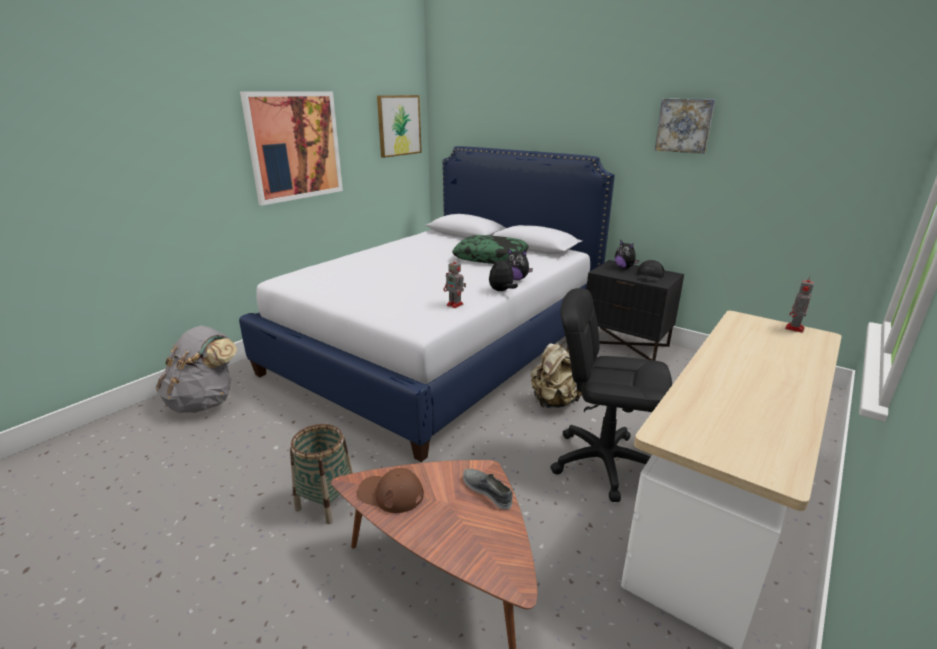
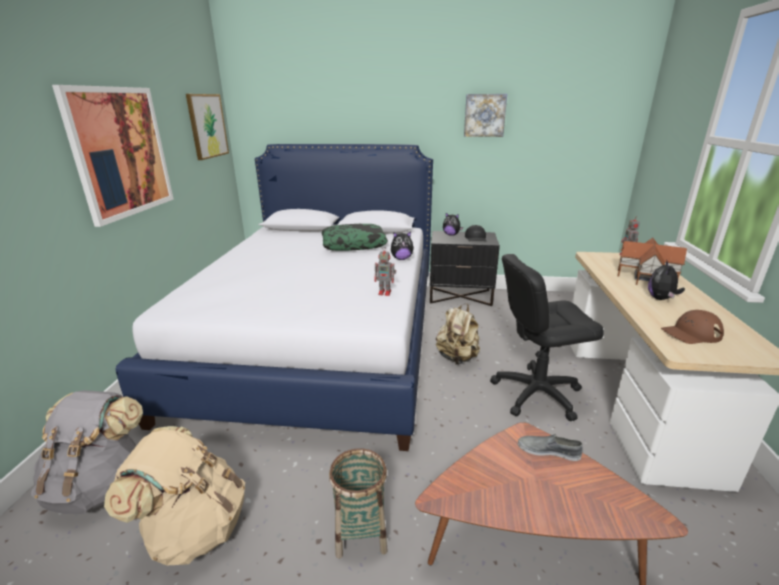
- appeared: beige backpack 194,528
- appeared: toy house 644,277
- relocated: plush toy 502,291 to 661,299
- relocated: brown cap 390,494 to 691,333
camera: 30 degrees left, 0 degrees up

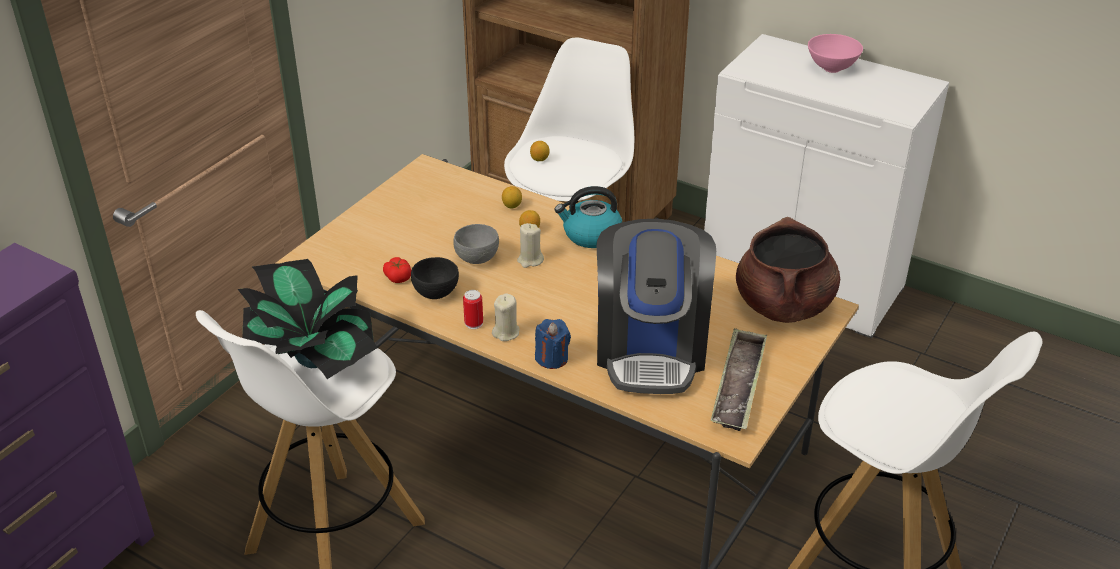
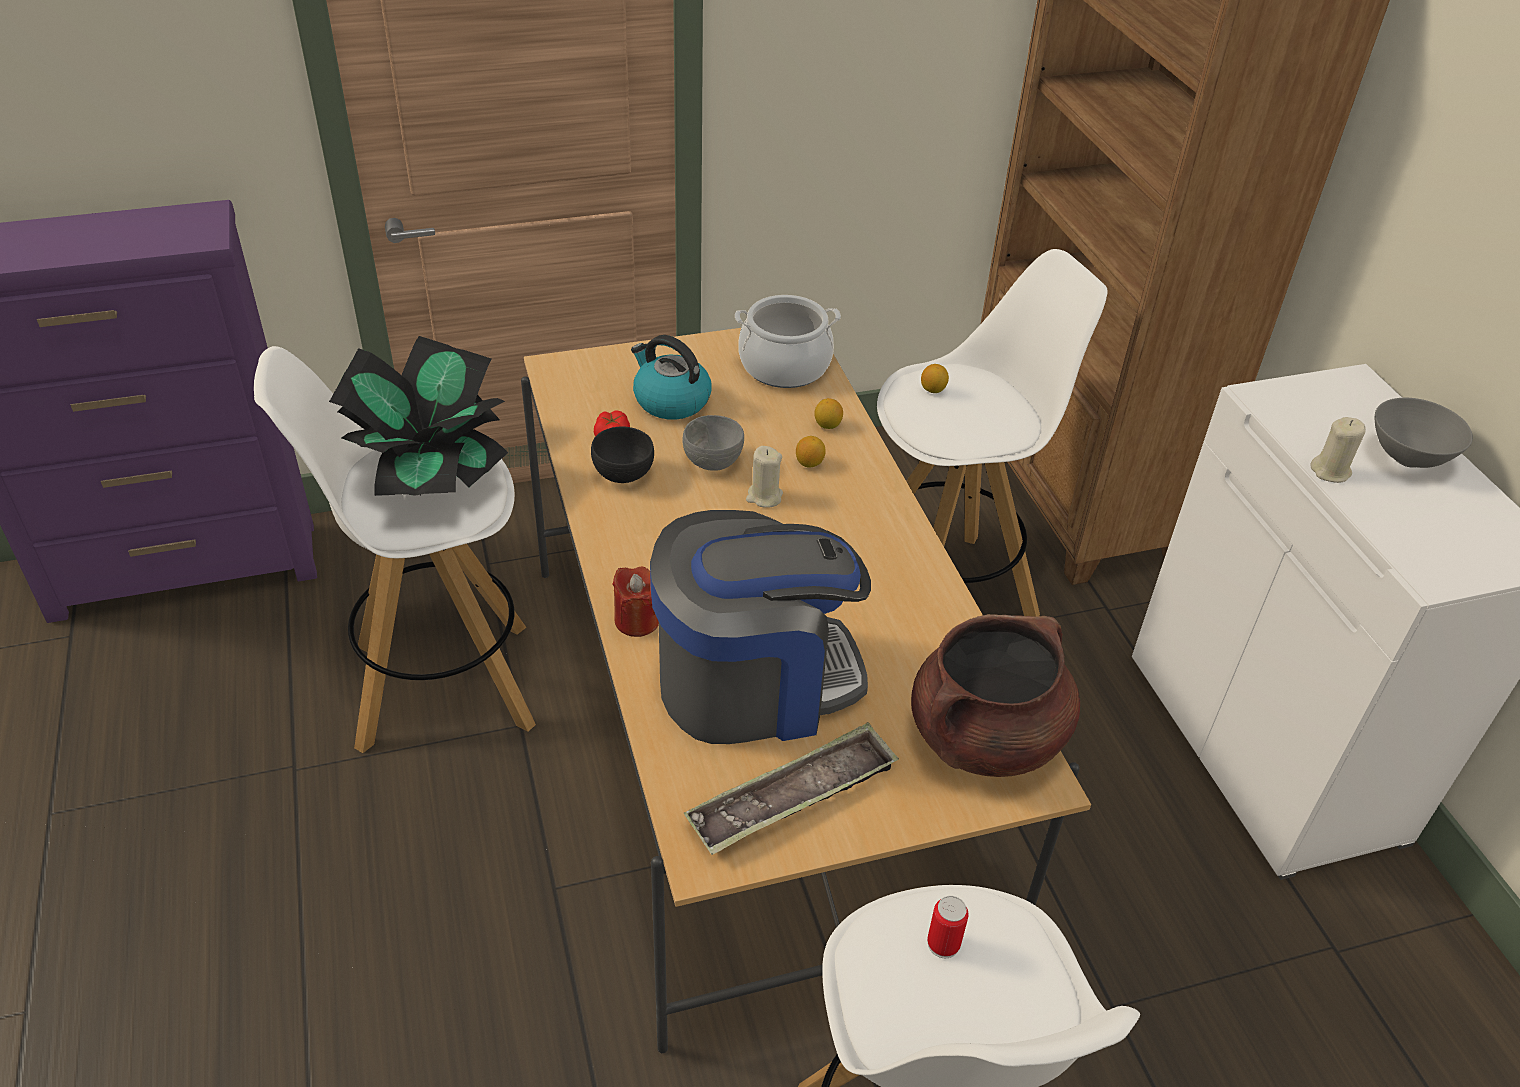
- colour: blue candle 552,358 to red candle 637,620
- relocated: kettle 591,235 to 670,401
- spun: coffee machine 651,349 = 754,682 150 degrees counterclockwise
- appeared: cooking pot 785,366
- relocated: can 474,323 to 943,944
- relocated: beige candle 506,332 to 1330,471
- colour: pink bowl 831,68 to grey bowl 1406,458
camera: 40 degrees right, 5 degrees up

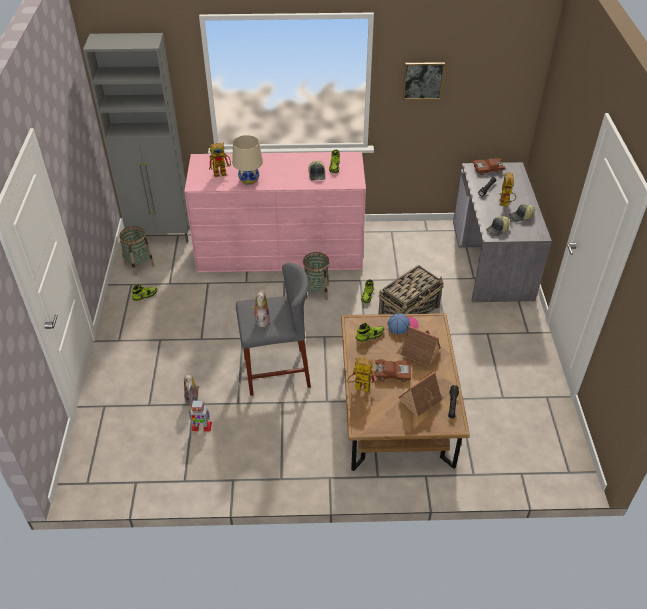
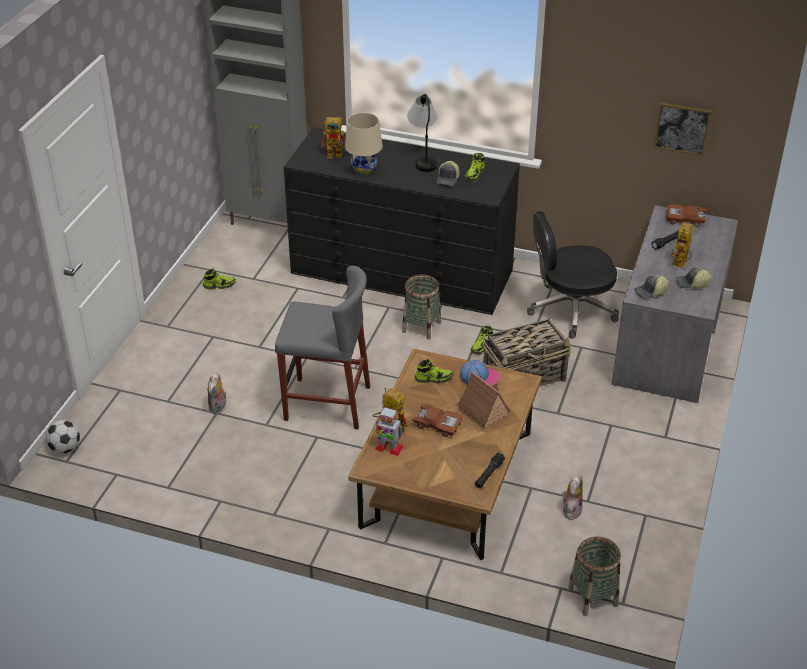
- appeared: football 65,448
- colour: pink dresser 280,251 to black dresser 402,272
- relocated: toy robot 201,426 to 388,447
- appeared: table lamp 423,158
- appeared: black office chair 570,310
- relocated: plush toy 261,320 to 571,510
- relocated: basket 139,265 to 592,596
- relocated: picture 423,80 to 682,128
- missing: toy house 421,399
camera: 20 degrees right, 5 degrees down

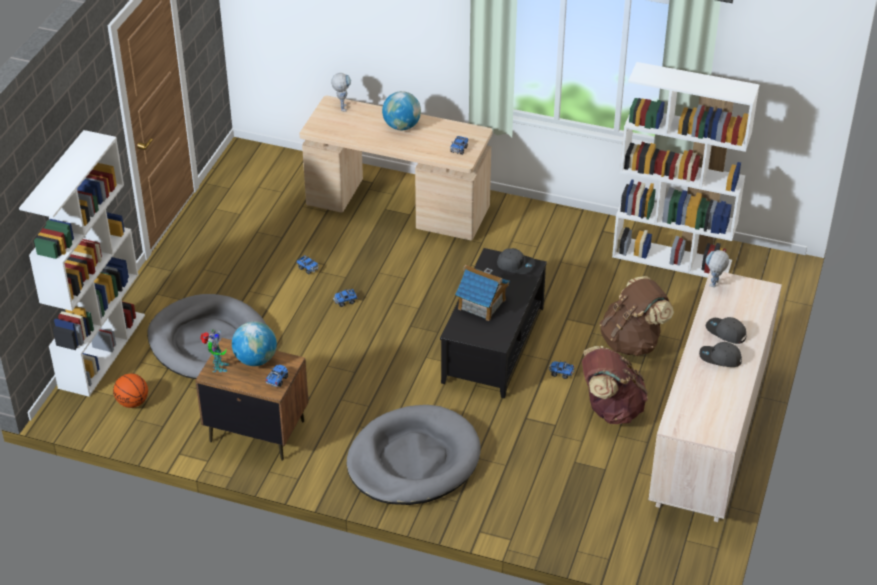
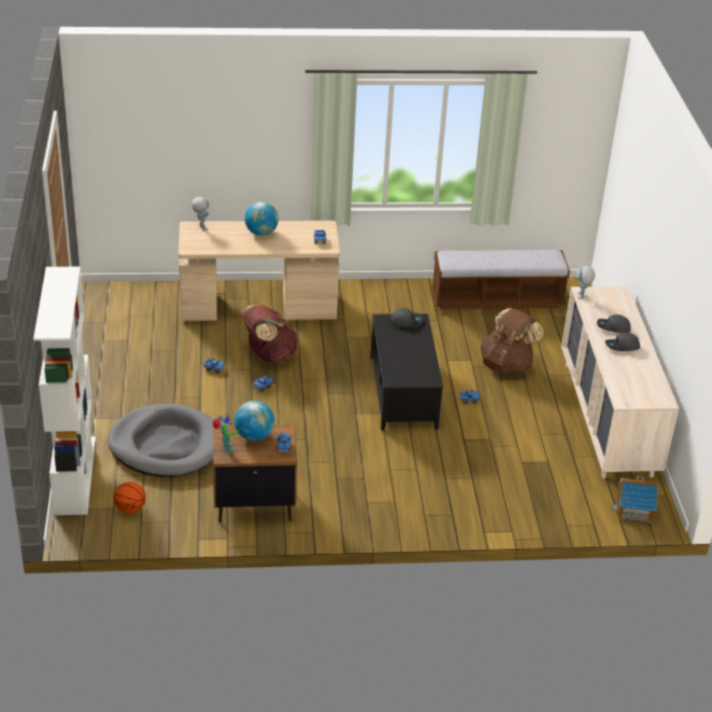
- relocated: brown backpack 610,409 to 269,355
- exchanged: white bookcase 672,259 to bench 497,299
- relocated: toy house 482,304 to 634,510
- missing: grey dog bed 413,460
camera: 25 degrees left, 5 degrees down

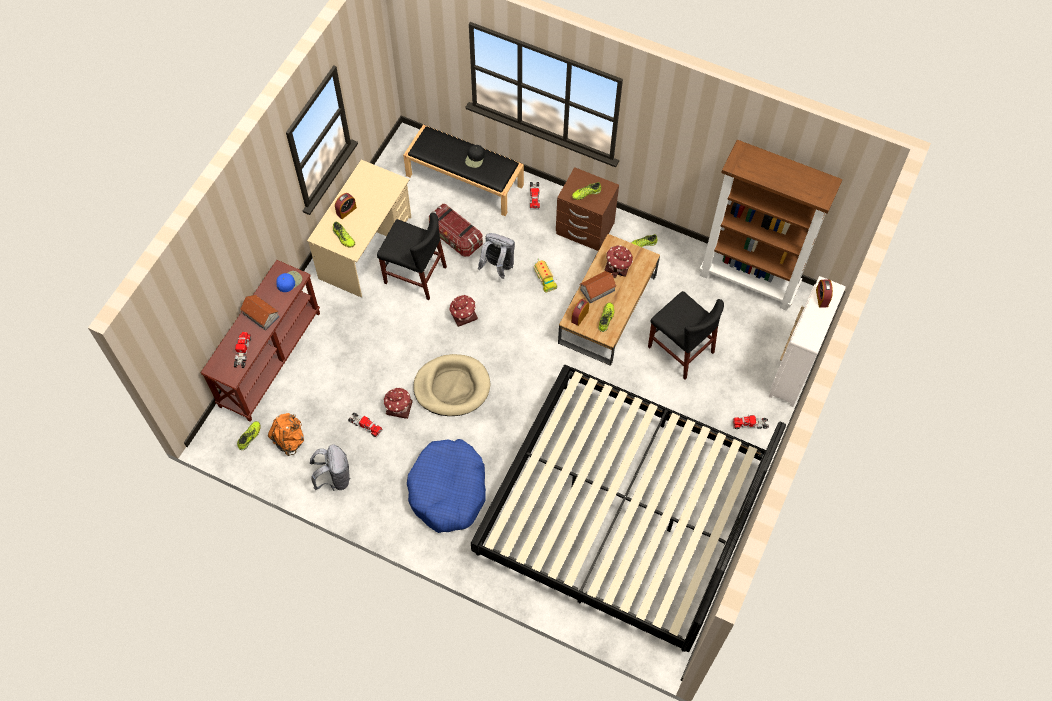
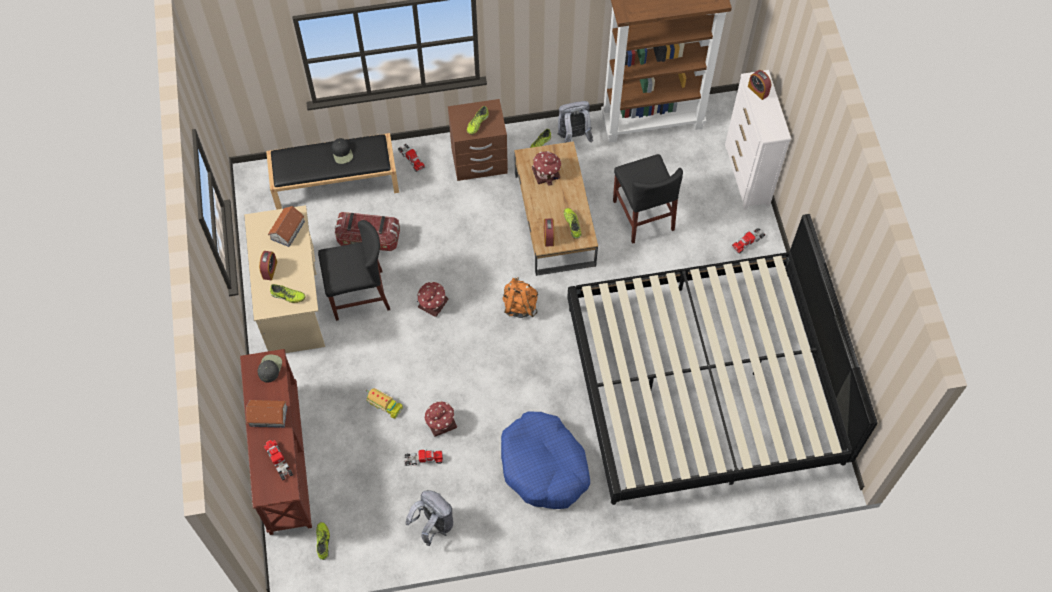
- colour: blue cap 289,281 to black cap 269,368
- relocated: toy house 597,290 to 288,230
- relocated: toy truck 544,278 to 384,405
- relocated: orange backpack 289,439 to 519,305
- relocated: grey backpack 498,267 to 573,137
- spun: black chair 680,349 = 643,215 60 degrees clockwise
- missing: beige dog bed 452,387
camera: 35 degrees left, 0 degrees up

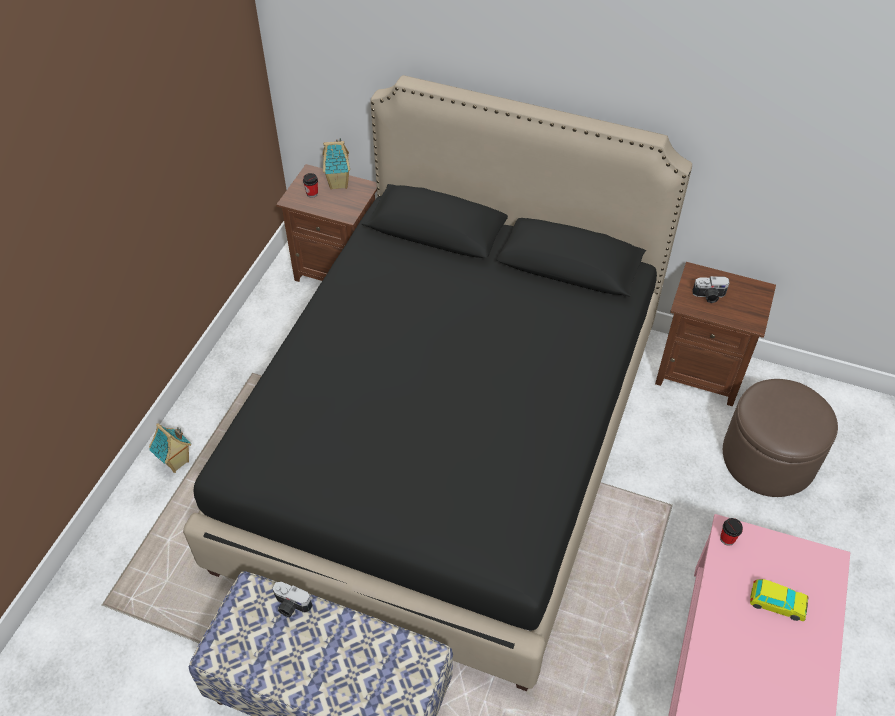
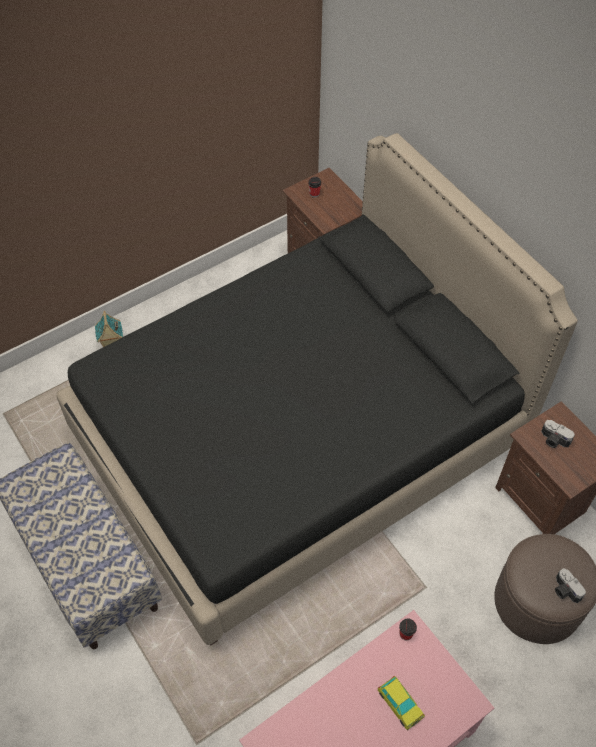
- relocated: photo camera 291,606 to 564,591
- missing: toy house 339,183
camera: 35 degrees right, 5 degrees up

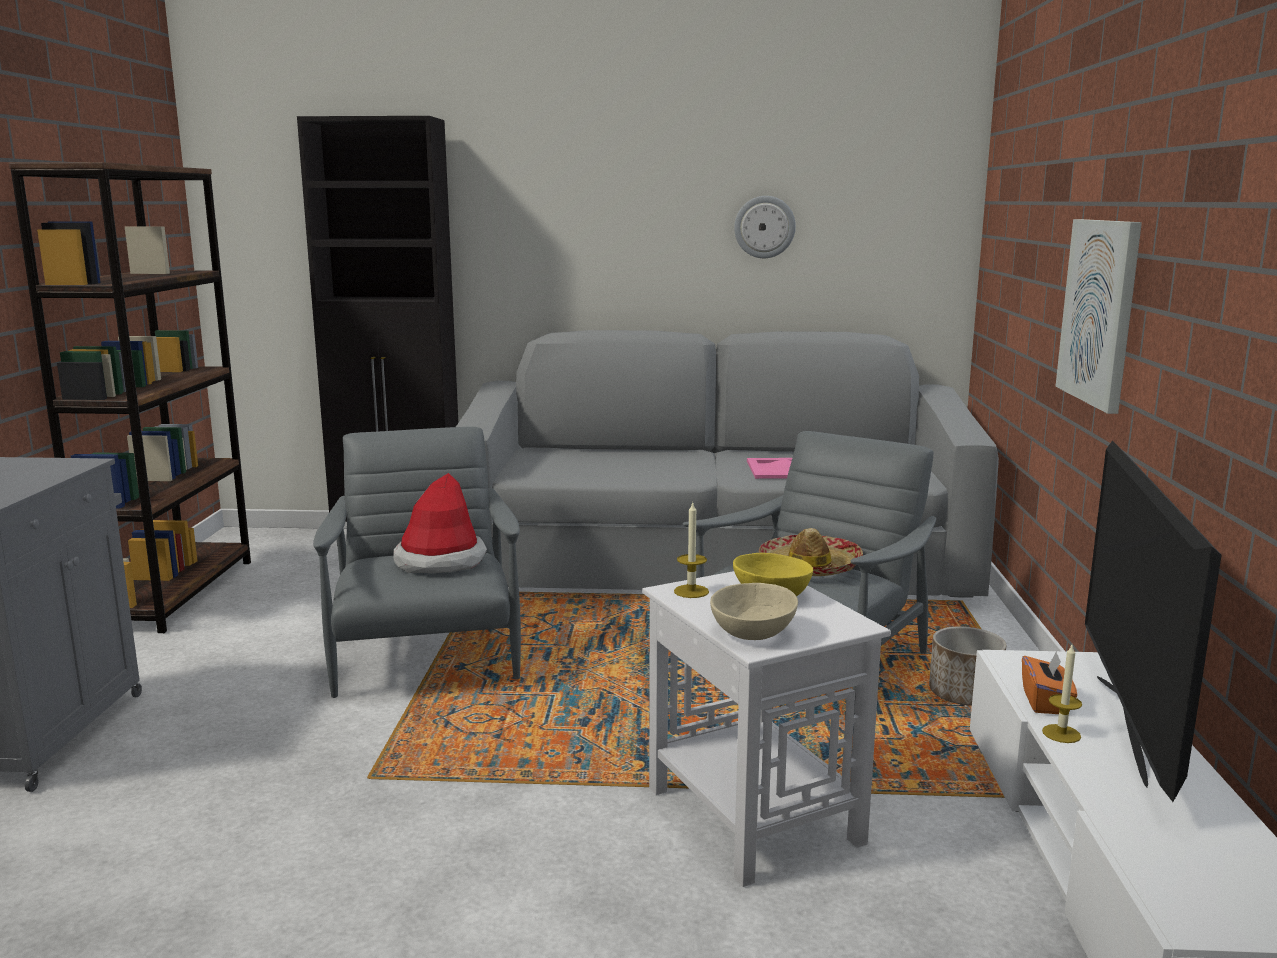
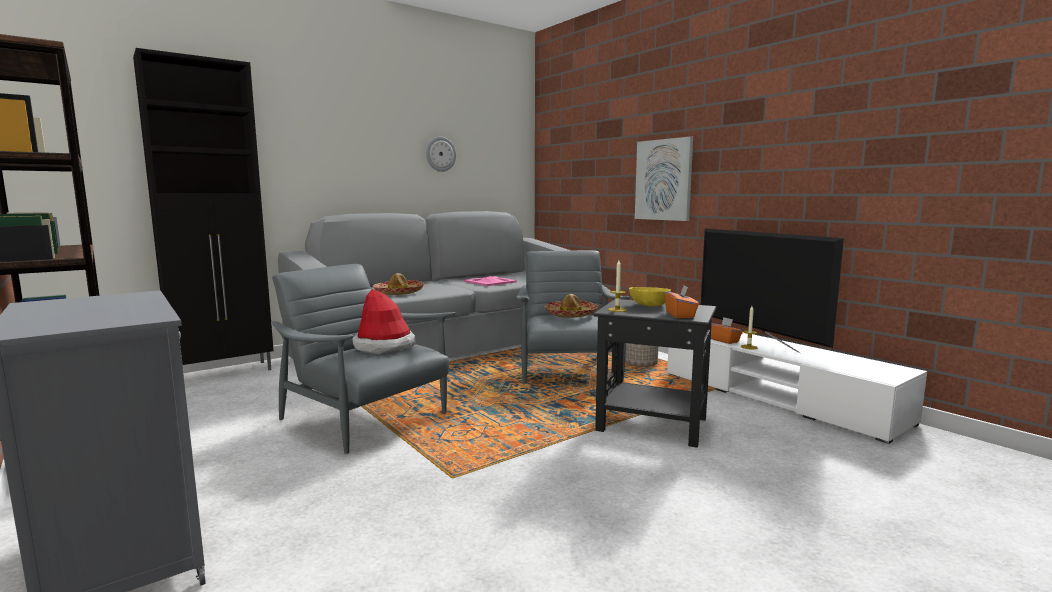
- appeared: hat 399,292
- colour: white side table 752,813 to black side table 650,424
- exchanged: beige bowl 752,632 to orange tissue box 680,315
camera: 40 degrees left, 5 degrees down

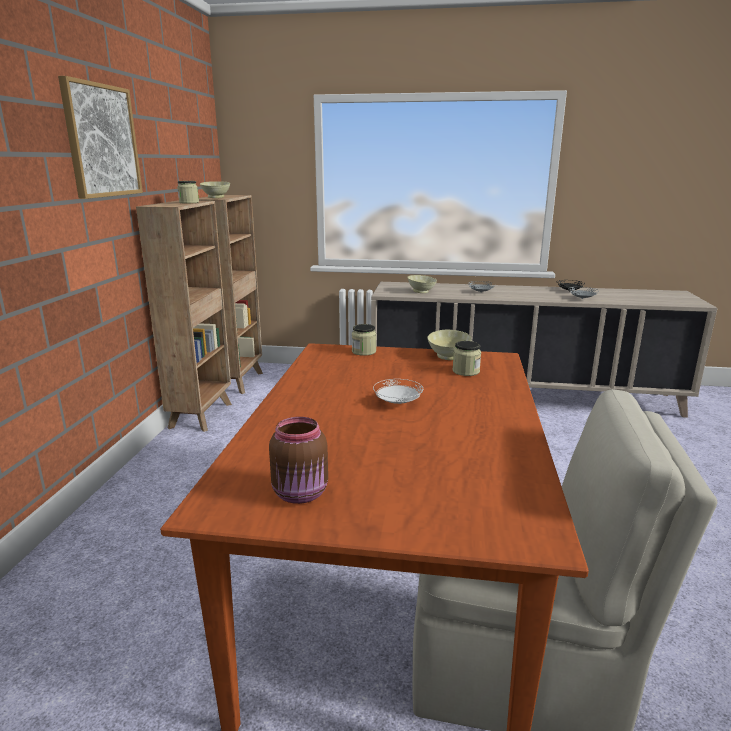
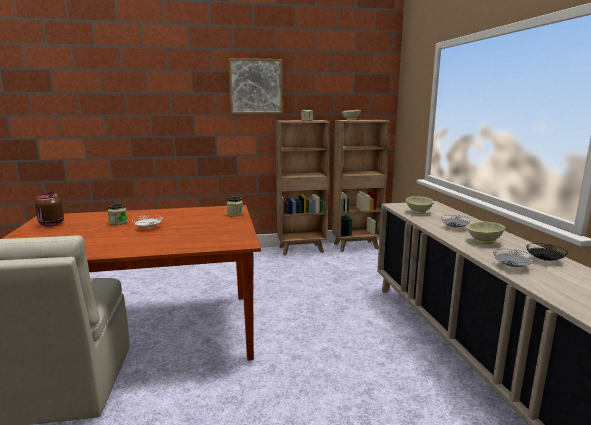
- relocated: jar 466,371 to 118,222
- relocated: beige bowl 447,357 to 483,241
camera: 70 degrees right, 5 degrees down

